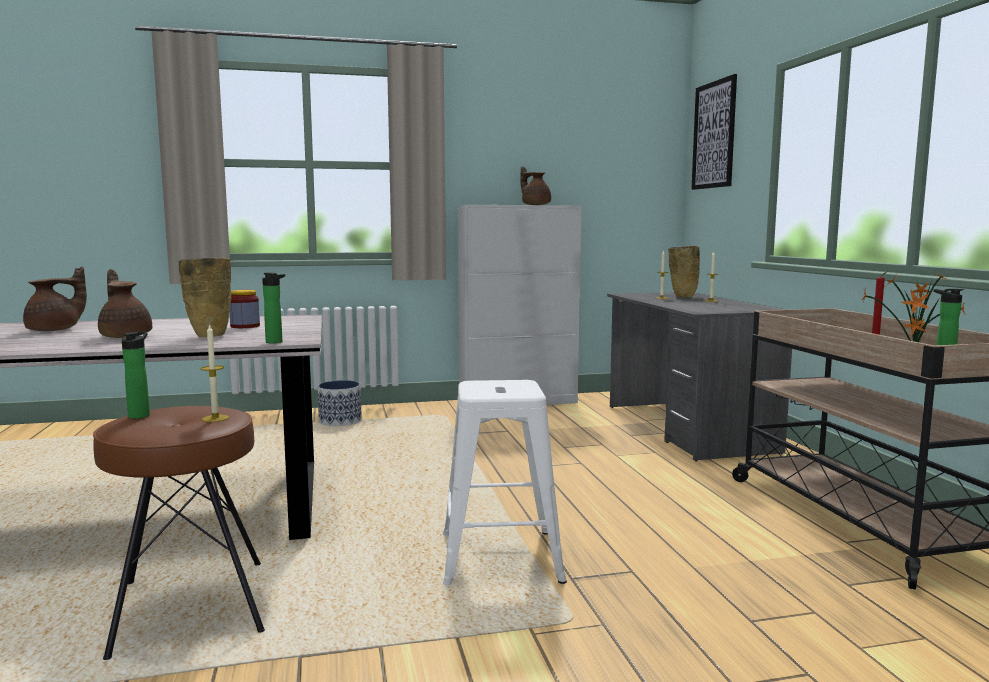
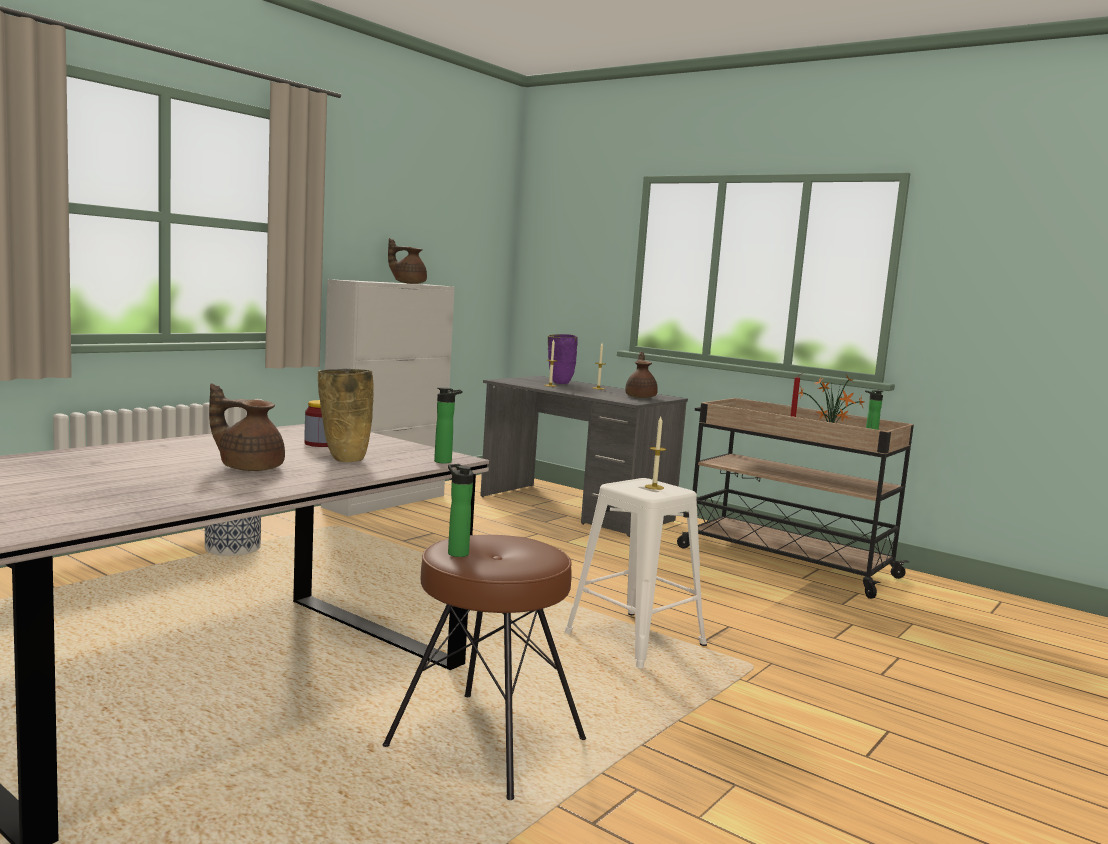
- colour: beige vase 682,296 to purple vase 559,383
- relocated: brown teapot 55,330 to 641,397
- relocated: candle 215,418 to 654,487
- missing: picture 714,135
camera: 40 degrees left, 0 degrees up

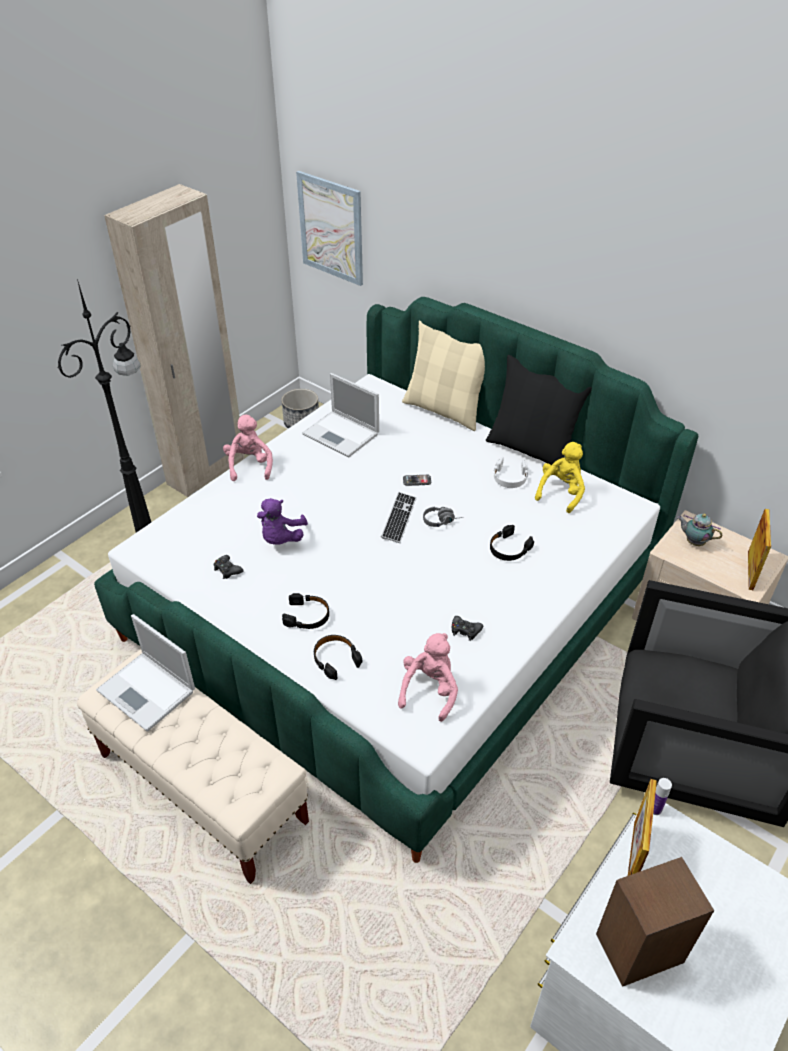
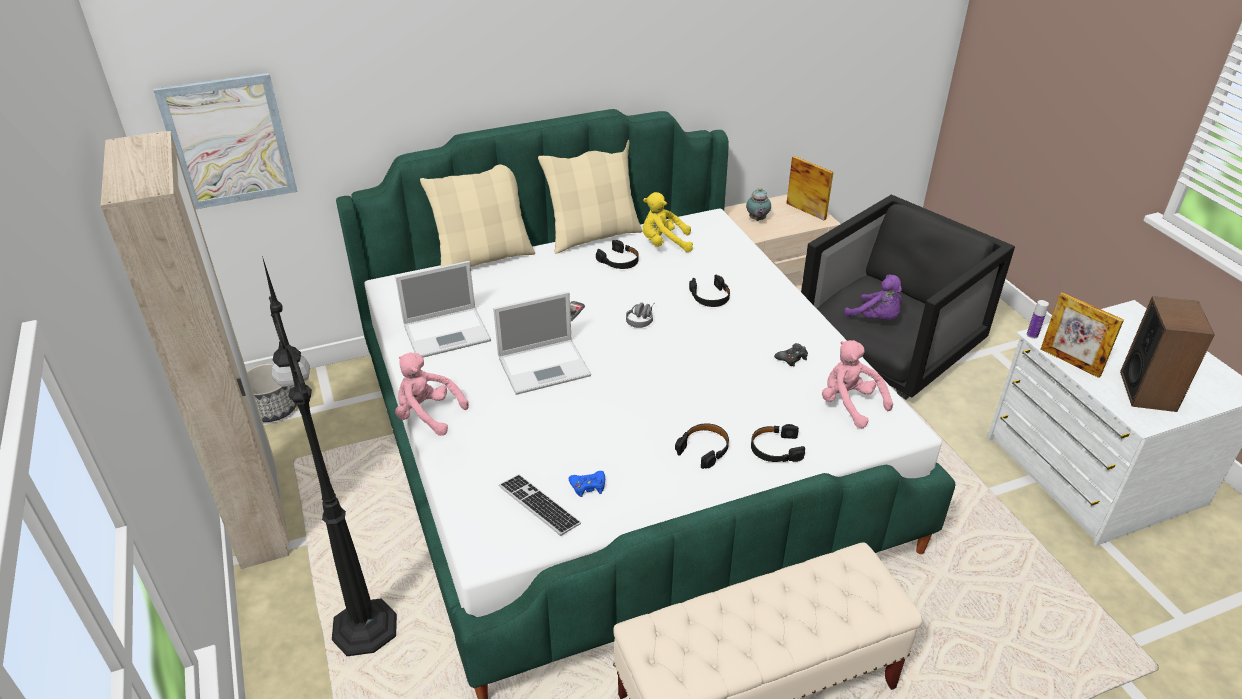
- relocated: laptop 148,691 to 545,366
- relocated: keyboard 399,518 to 539,506
- colour: black pillow 531,449 to beige pillow 593,236
- colour: black game controller 227,570 to blue game controller 588,486
- colour: white headphones 510,477 to black headphones 619,261
- spun: yellow plush toy 561,492 = 664,244 60 degrees counterclockwise
- spun: teapot 693,542 = 757,220 60 degrees counterclockwise
- relocated: purple plush toy 281,539 to 876,318
camera: 60 degrees left, 5 degrees down

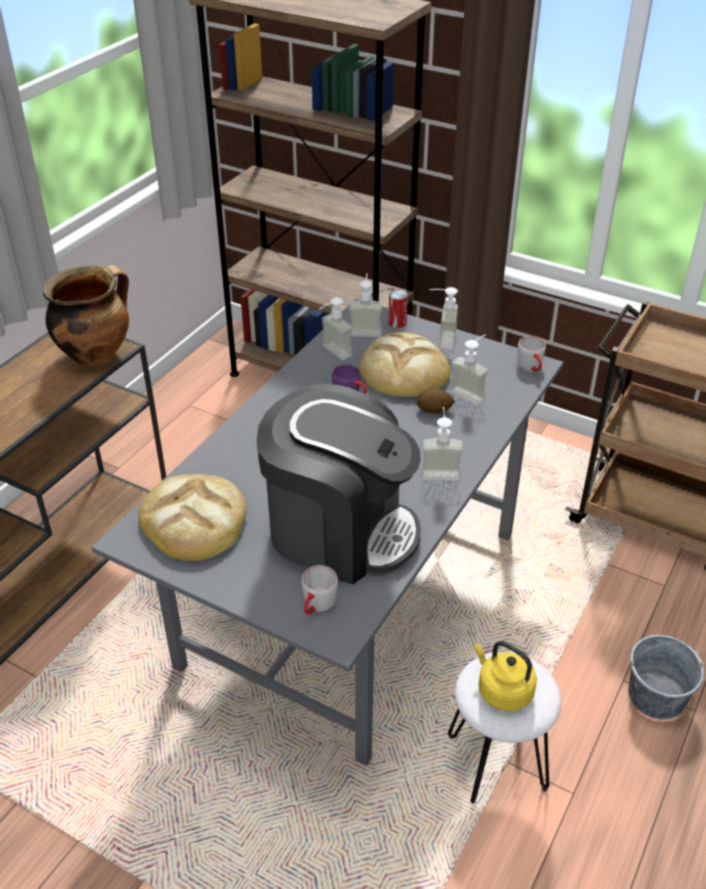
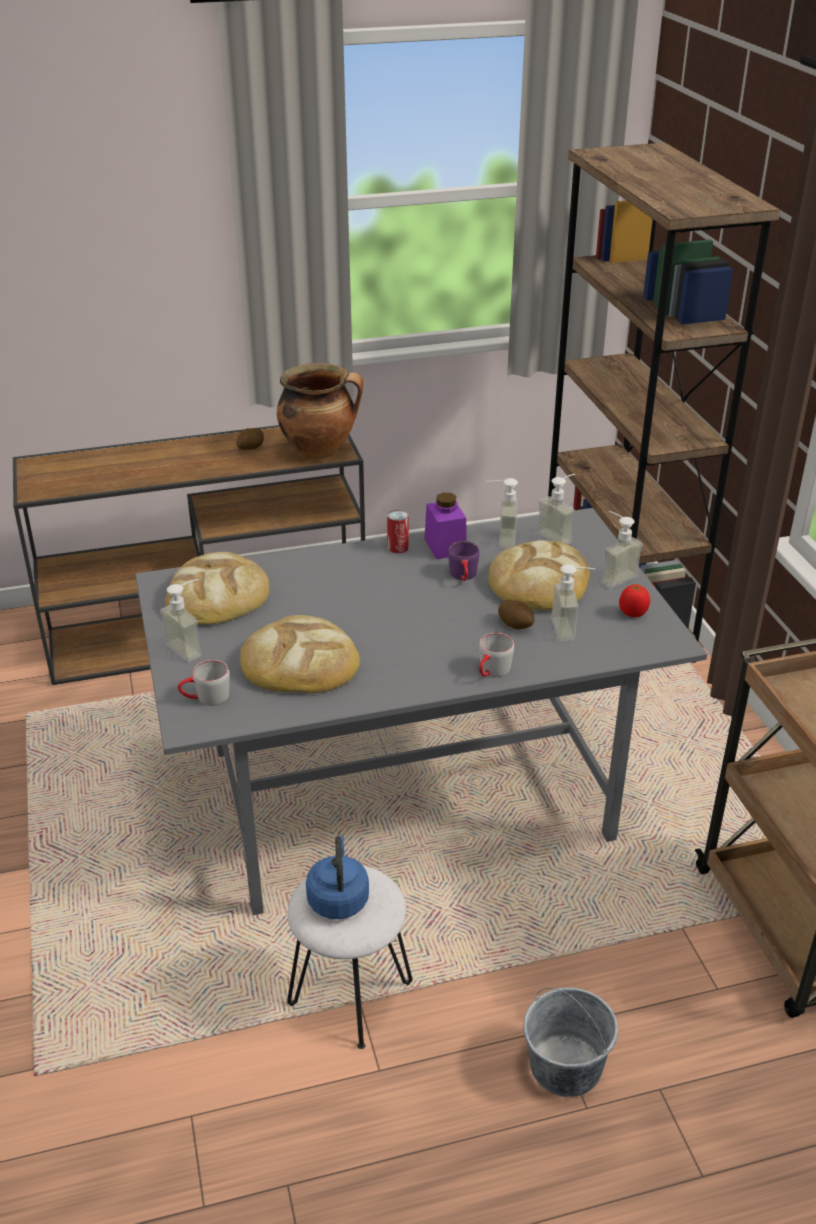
- relocated: soap dispenser 440,470 to 190,646
- appeared: potato 250,448
- exchanged: coffee machine 340,530 to bread 299,662
- colour: yellow kettle 502,691 to blue kettle 338,898
- relocated: can 397,322 to 398,547
- appeared: purple jar 445,546
- relocated: grey mug 531,367 to 492,672
- appeared: tomato 632,614
camera: 45 degrees right, 5 degrees down

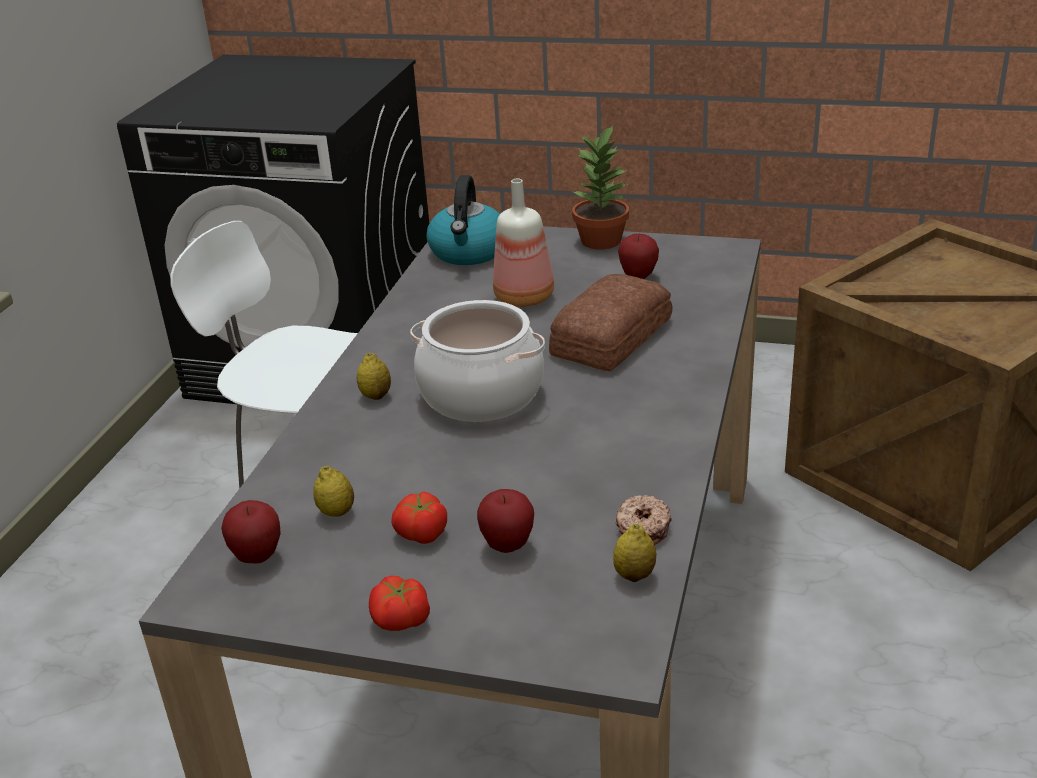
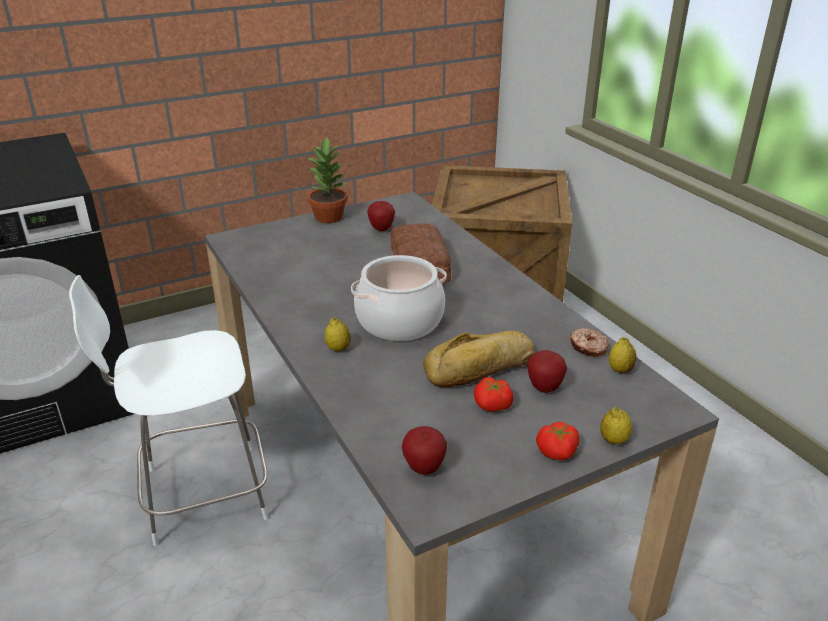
- appeared: bread 481,369
- relocated: lemon 336,512 to 613,440
- missing: kettle 469,252
- missing: bottle 525,297
camera: 45 degrees left, 0 degrees up

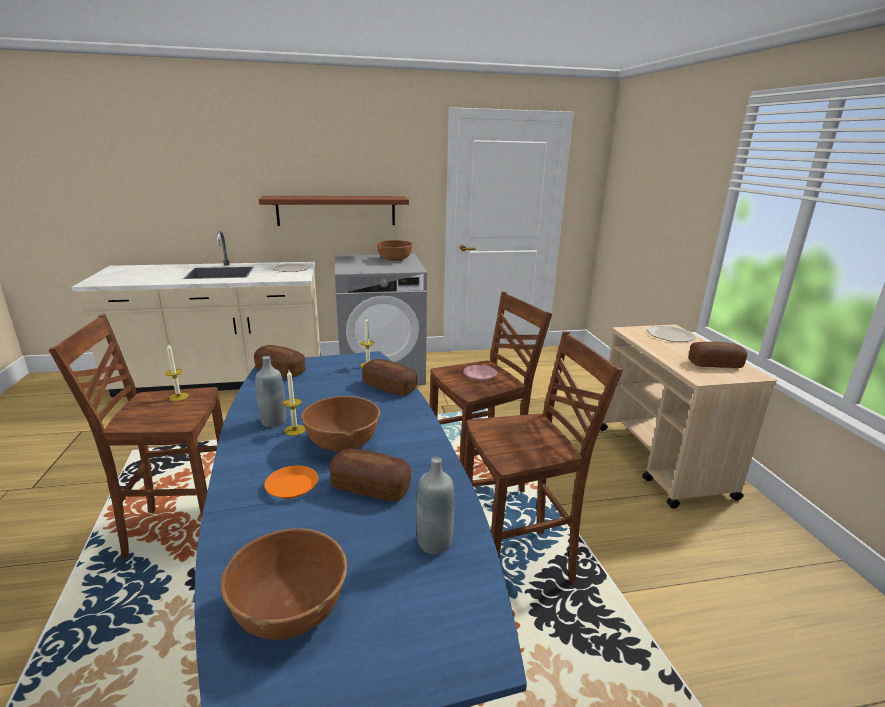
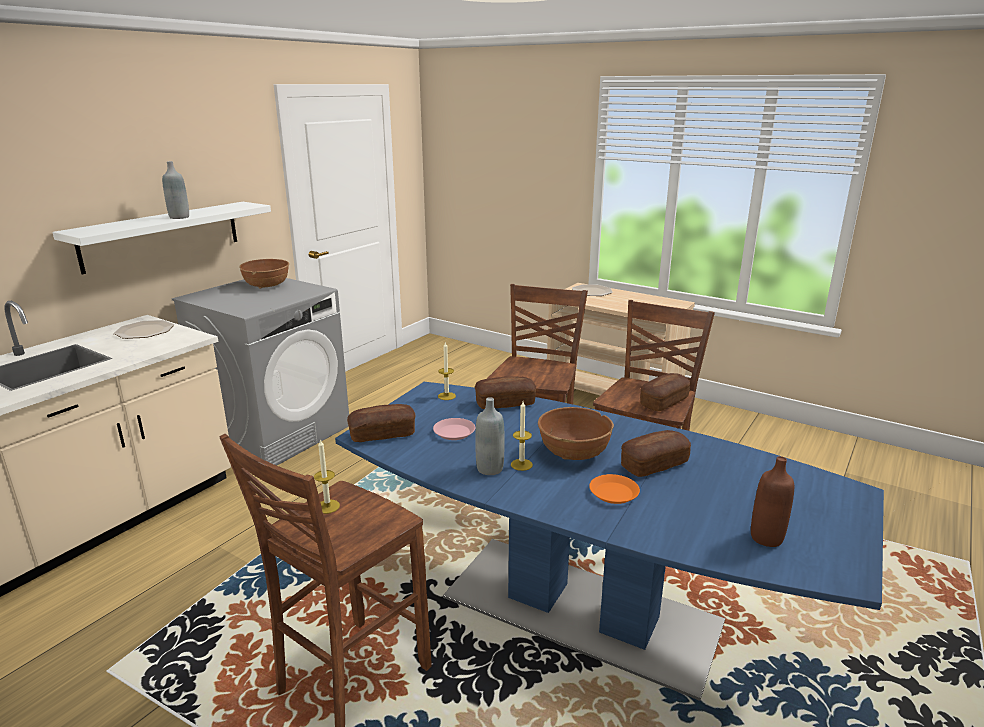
- colour: brown shelf 336,210 to white shelf 162,235
- relocated: grey bottle 434,542 to 179,217
- relocated: pink plate 479,375 to 454,432
- relocated: bread 714,364 to 664,401
- exchanged: brown bowl 290,610 to brown bottle 766,538
camera: 45 degrees left, 0 degrees up

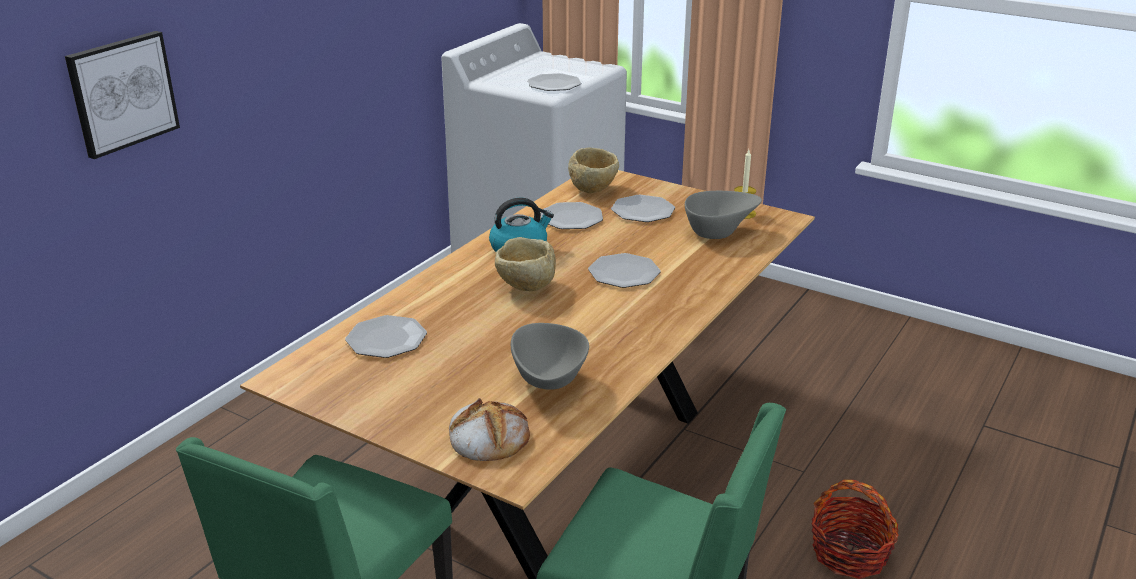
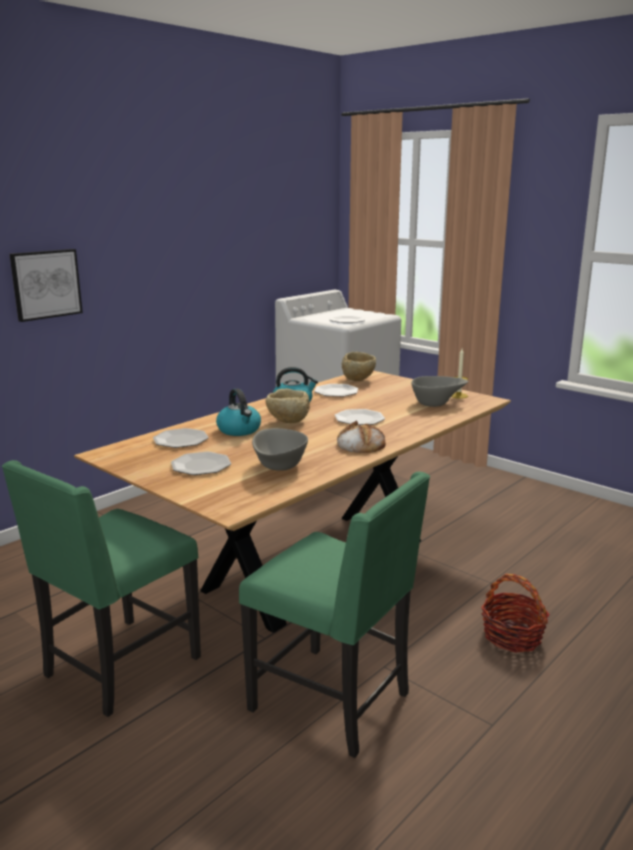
- relocated: plate 642,211 to 201,465
- appeared: kettle 239,430
- relocated: bread 488,436 to 360,444
camera: 10 degrees right, 10 degrees down

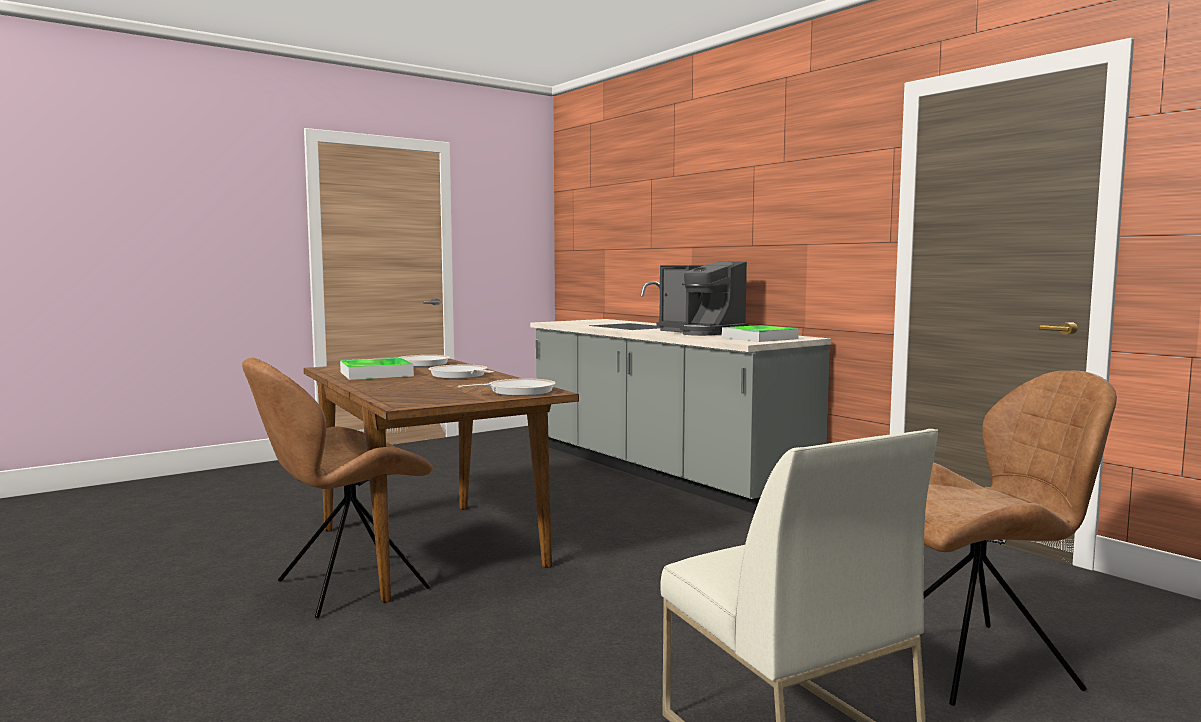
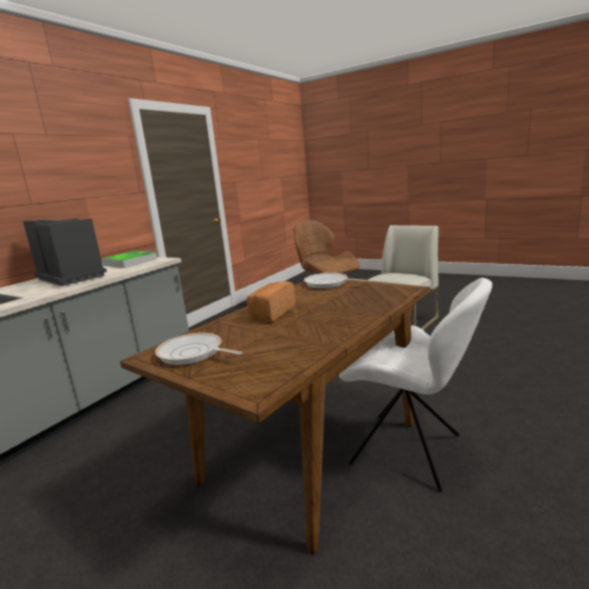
- spun: coffee machine 701,332 = 73,277 75 degrees counterclockwise
- exchanged: frying pan 460,376 to bread 271,313
- colour: brown chair 347,586 to white chair 410,451
- missing: tray 376,374
camera: 110 degrees left, 10 degrees up

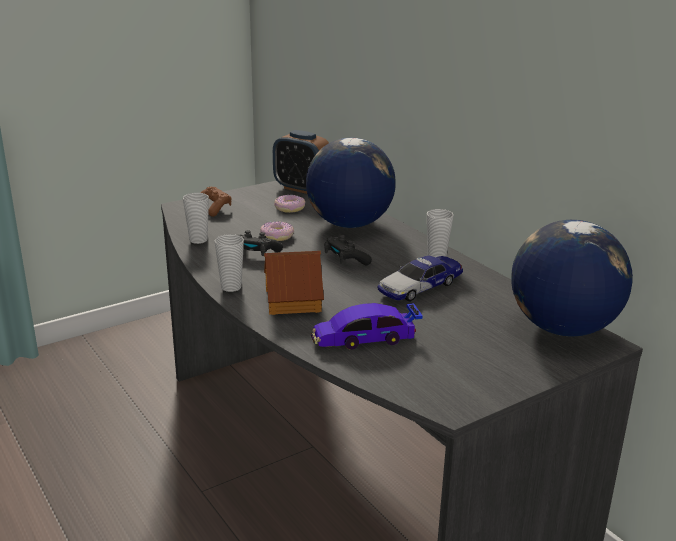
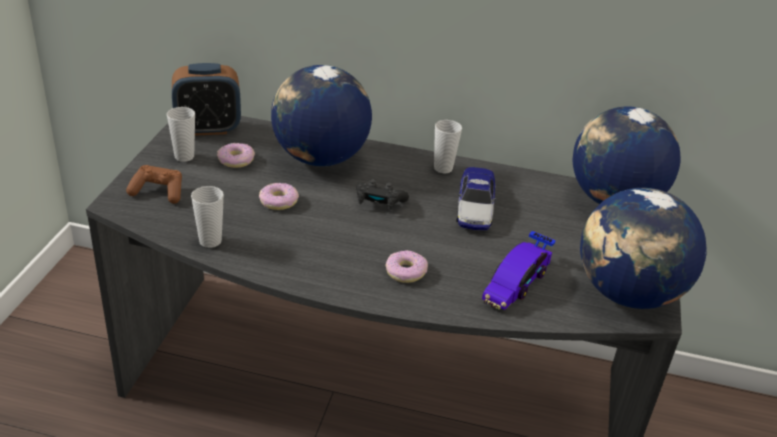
- relocated: cup 231,287 to 184,157
- exchanged: toy house 292,300 to donut 405,272
- appeared: globe 627,294
- missing: black game controller 255,253
camera: 45 degrees left, 10 degrees up

